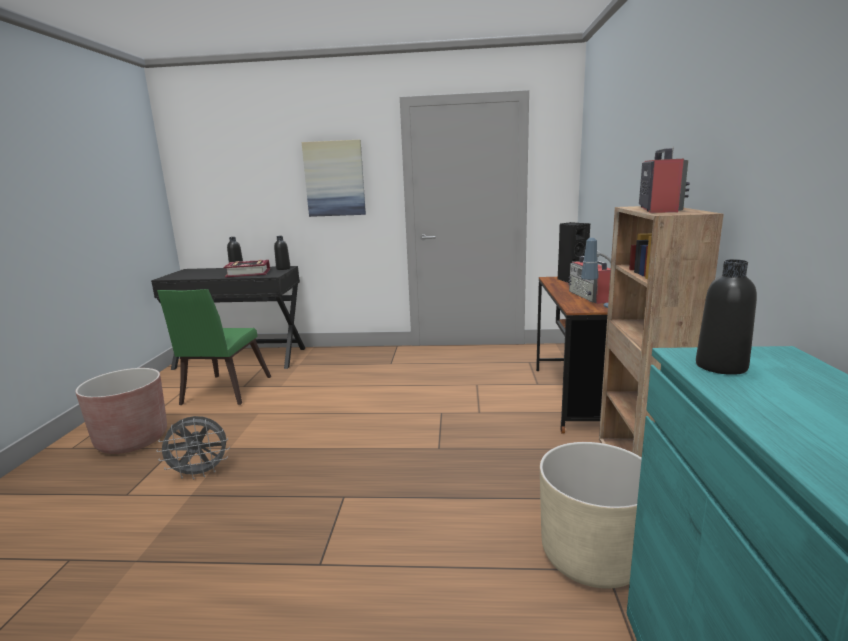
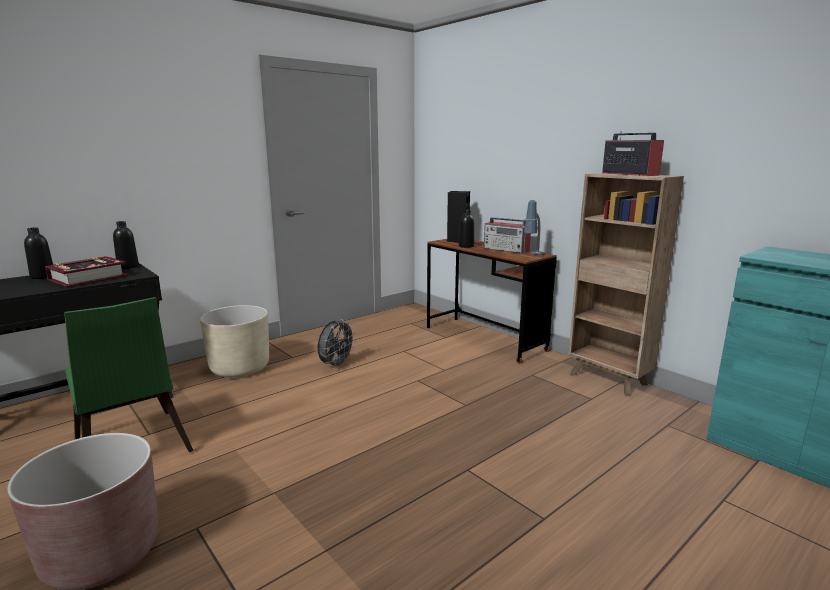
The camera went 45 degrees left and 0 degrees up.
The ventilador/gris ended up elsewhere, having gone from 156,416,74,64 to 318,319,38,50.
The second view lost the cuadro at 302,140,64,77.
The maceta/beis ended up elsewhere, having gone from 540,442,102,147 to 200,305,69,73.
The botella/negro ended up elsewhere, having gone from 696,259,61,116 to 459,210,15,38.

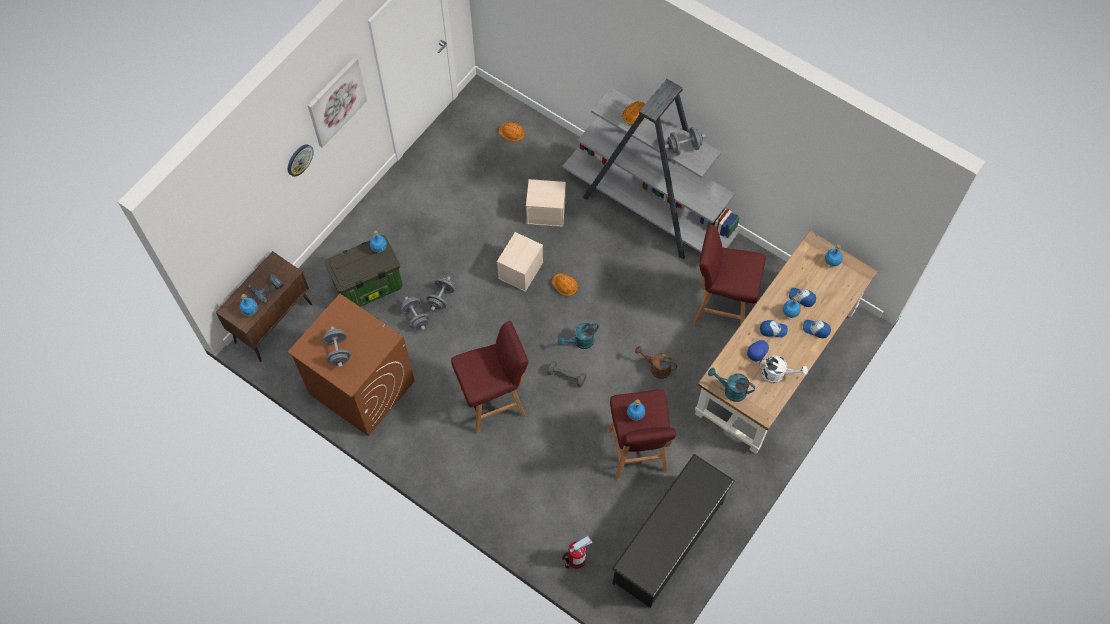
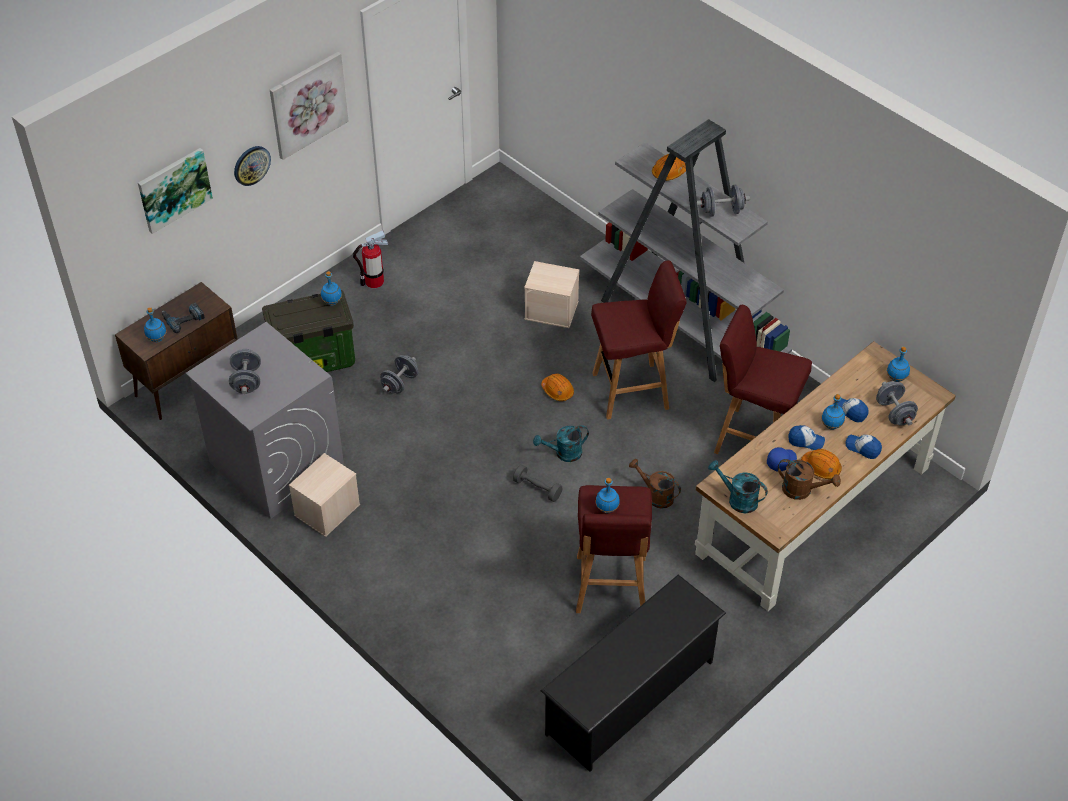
The camera went 10 degrees right and 15 degrees down.
What was the lavadora/marrón at 288,294,127,142 turned into the lavadora/gris at 186,322,158,197.
The mancuerna/gris ended up elsewhere, having gone from 400,297,30,34 to 876,381,42,44.
The taburete/rojo ended up elsewhere, having gone from 451,321,78,113 to 591,260,96,159.
The caja de almacenaje/beis ended up elsewhere, having gone from 497,232,46,60 to 289,453,71,84.
The casco/naranja ended up elsewhere, having gone from 499,122,26,20 to 801,449,41,30.
The extintor ended up elsewhere, having gone from 562,536,31,33 to 353,230,35,58.
What was the regadera/blanco at 759,356,49,27 turned into the regadera/marrón at 778,459,63,41.
The second view gained the cuadro at 138,148,75,86.

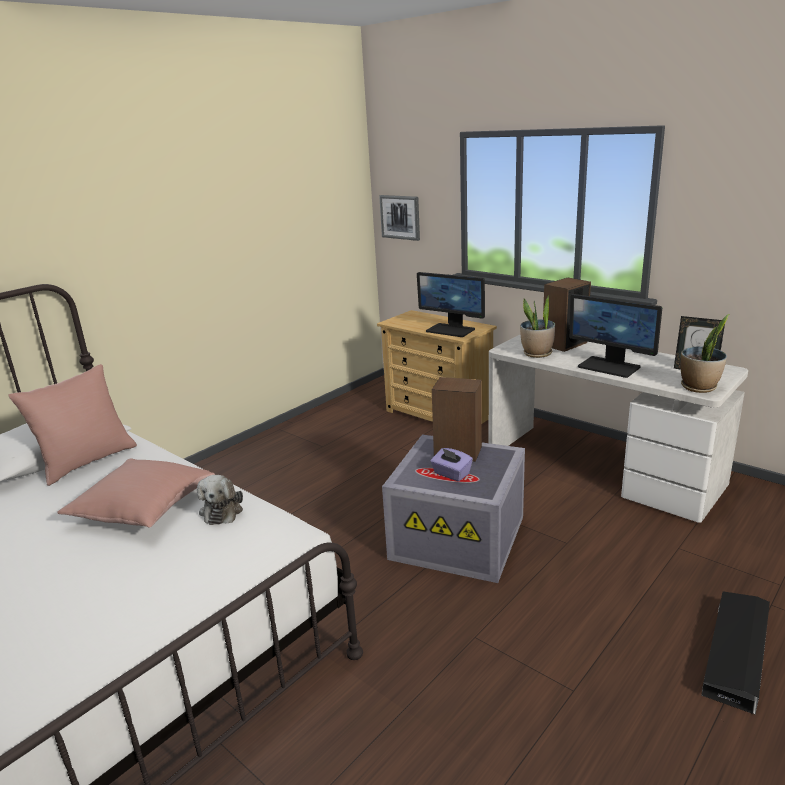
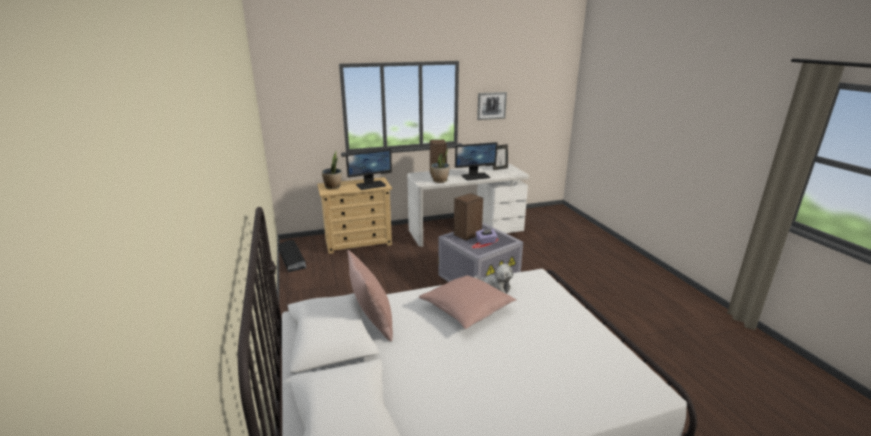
The camera went 60 degrees left and 0 degrees up.
The cuadro ended up elsewhere, having gone from 379,195,41,46 to 477,92,30,28.
The planta en maceta ended up elsewhere, having gone from 680,314,49,79 to 322,152,20,38.
The caja de almacenaje/negro ended up elsewhere, having gone from 701,591,69,124 to 278,240,28,32.

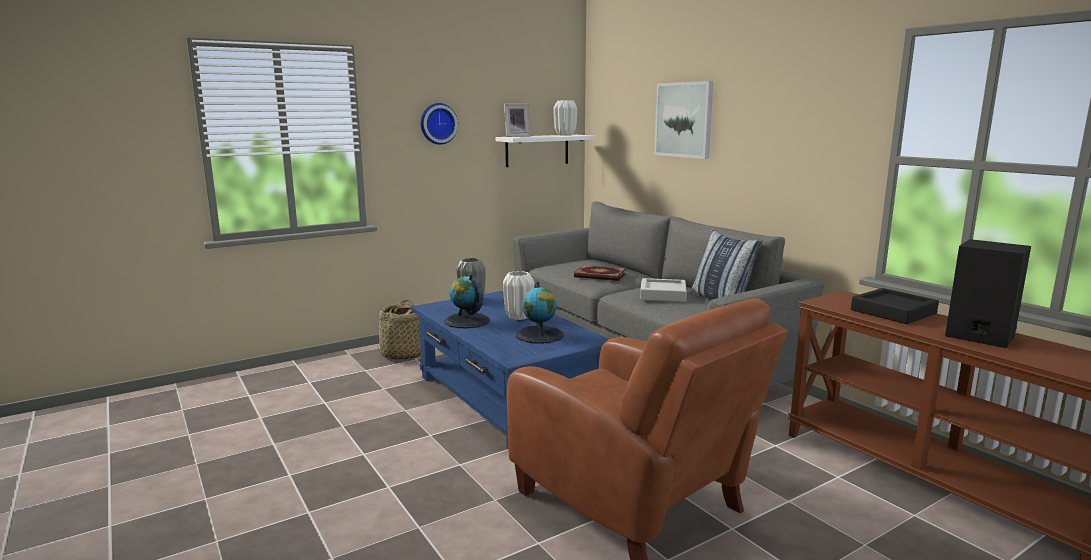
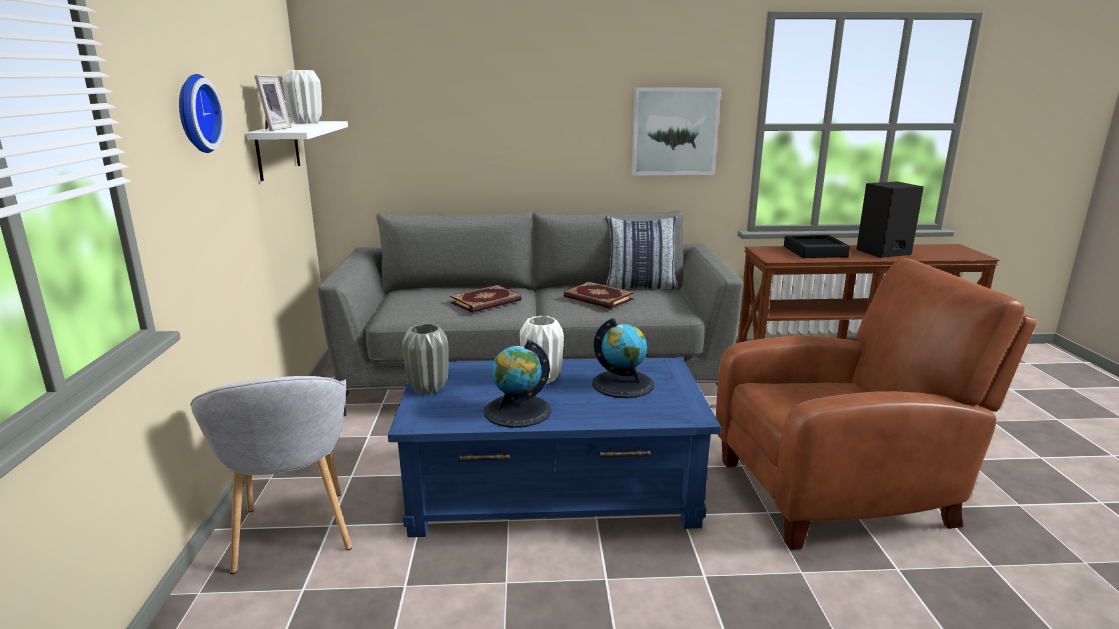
The camera went 60 degrees left and 5 degrees up.
Where the cesta stood at 377,300,44,60, the sillón/gris came to stand at 190,376,162,198.
Where the bandeja/gris stood at 640,278,47,24, the libro came to stand at 564,282,70,27.
The cuadro ended up elsewhere, having gone from 654,81,59,78 to 632,88,89,88.

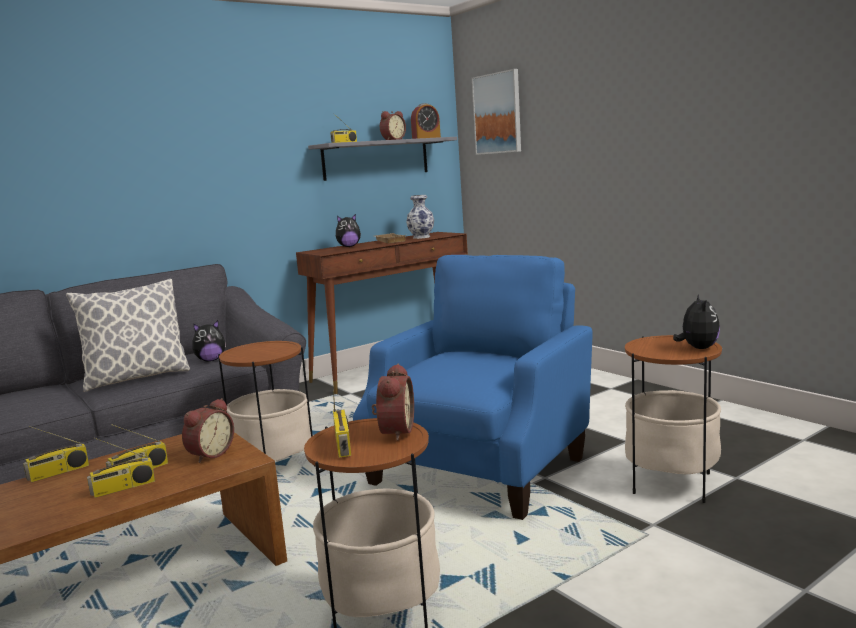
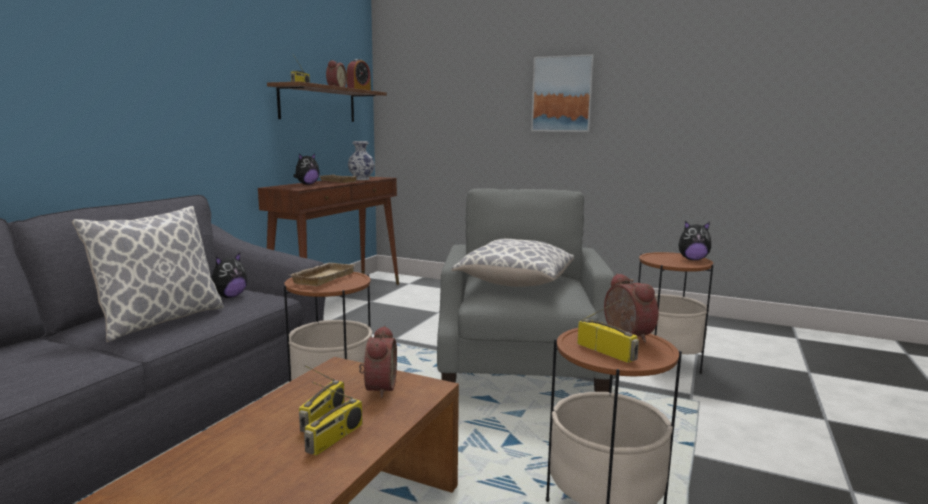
The camera went 30 degrees left and 0 degrees up.
The second view lost the radio at 23,426,66,56.
What was the estante/gris at 308,137,149,44 turned into the estante/marrón at 267,81,120,41.
What was the sillón/azul at 353,255,240,265 turned into the sillón/gris at 437,188,179,204.
The cuadro ended up elsewhere, having gone from 472,69,49,86 to 531,54,63,78.
The peluche at 673,294,47,55 ended up facing another way, 120 degrees clockwise from before.
The second view gained the bandeja/beis at 291,263,64,23.
The second view gained the cojín at 452,239,122,48.

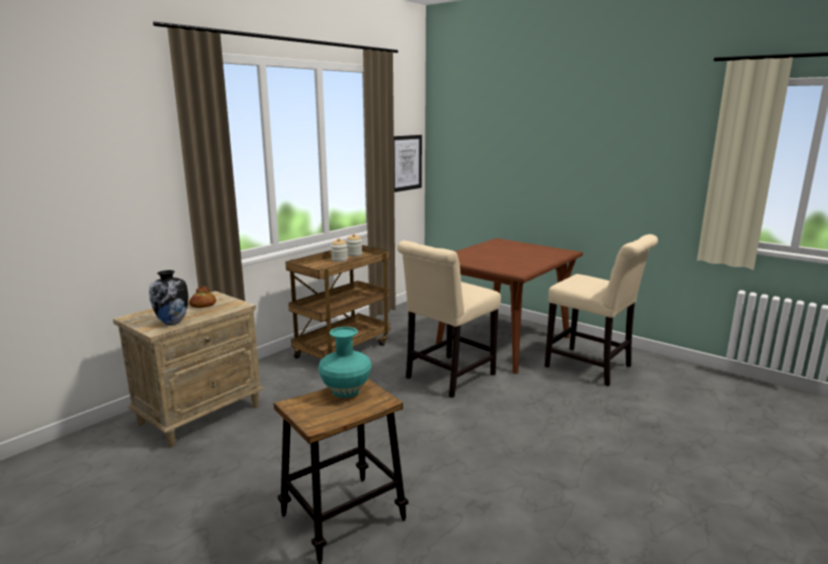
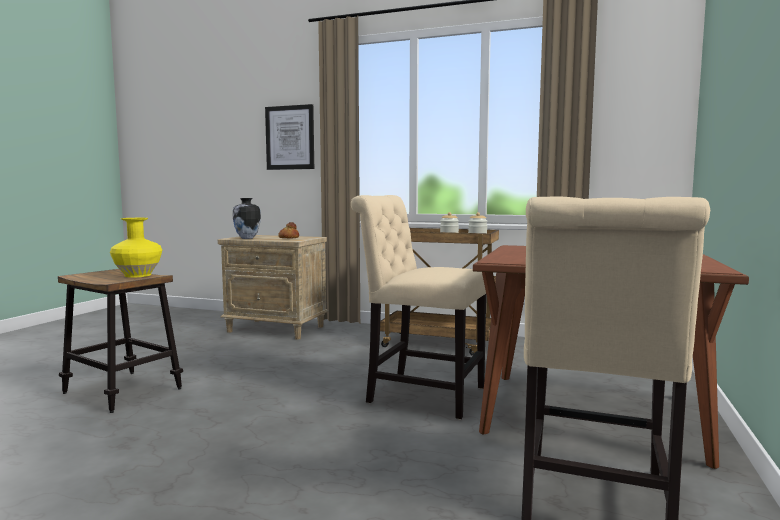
The camera went 70 degrees right and 10 degrees down.
What was the florero/turquesa at 318,327,54,71 turned into the florero/amarillo at 110,218,52,60.
The cuadro ended up elsewhere, having gone from 394,135,28,57 to 265,104,49,66.

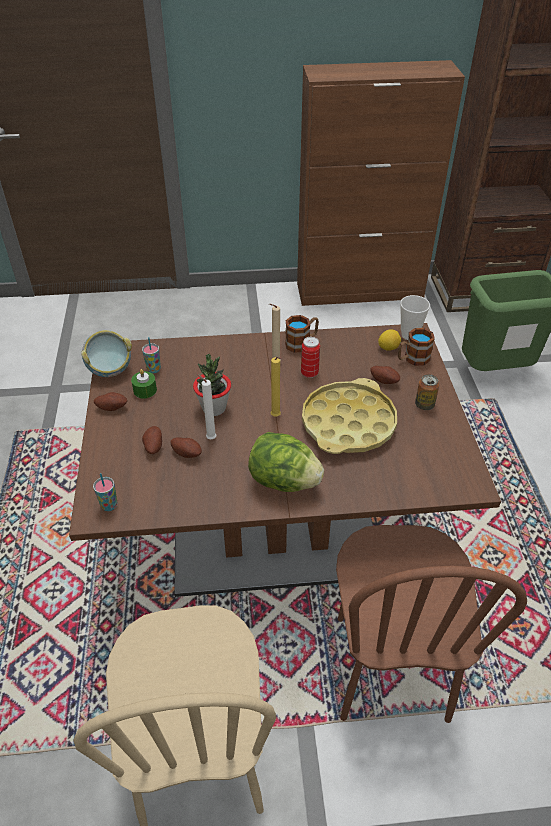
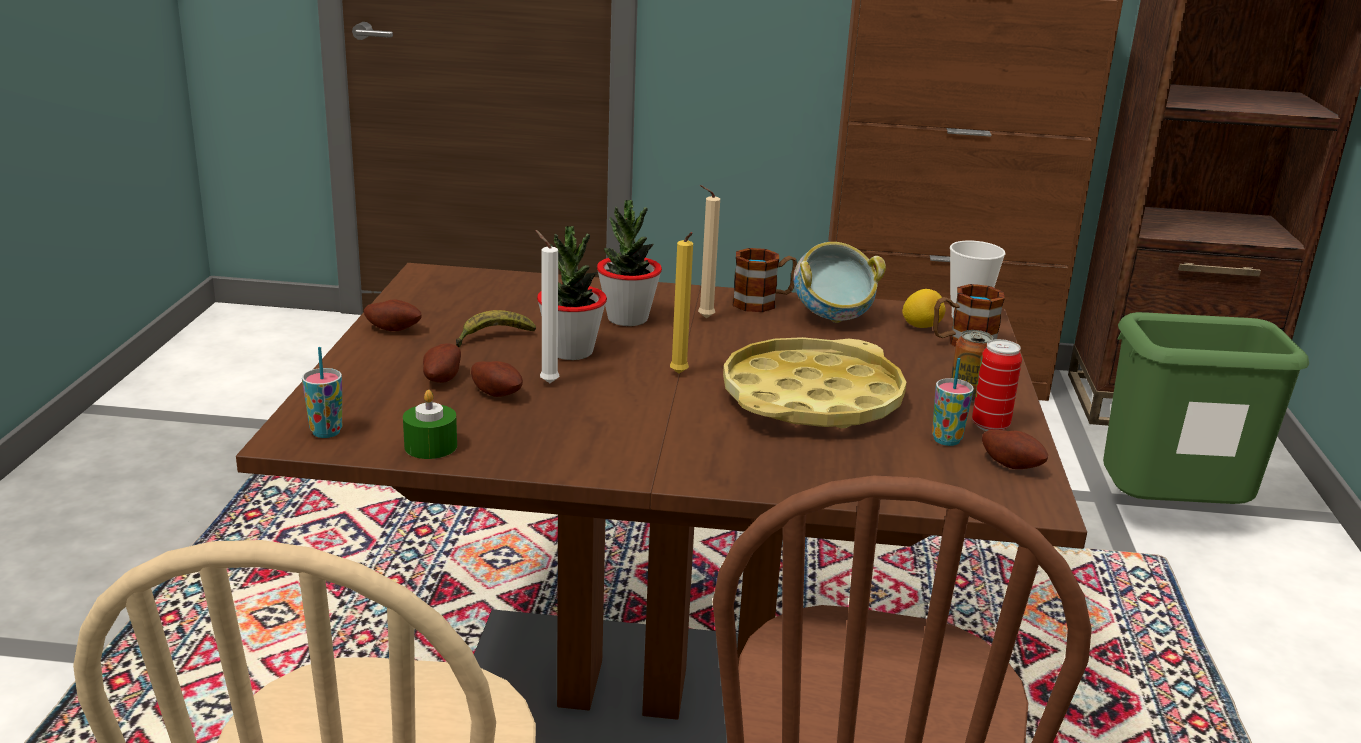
The camera went 10 degrees right and 20 degrees down.
The cuenco ended up elsewhere, having gone from 81,330,51,47 to 794,242,92,81.
The vela/verde ended up elsewhere, having gone from 131,369,26,30 to 403,390,54,69.
The taza ended up elsewhere, having gone from 142,337,19,36 to 932,358,42,88.
The second view lost the lechuga at 248,432,76,60.
The lata ended up elsewhere, having gone from 301,337,19,41 to 972,339,50,92.
The patata ended up elsewhere, having gone from 371,366,29,18 to 982,430,66,39.
The second view gained the plátano at 456,310,80,37.
The second view gained the planta en maceta at 597,200,65,126.

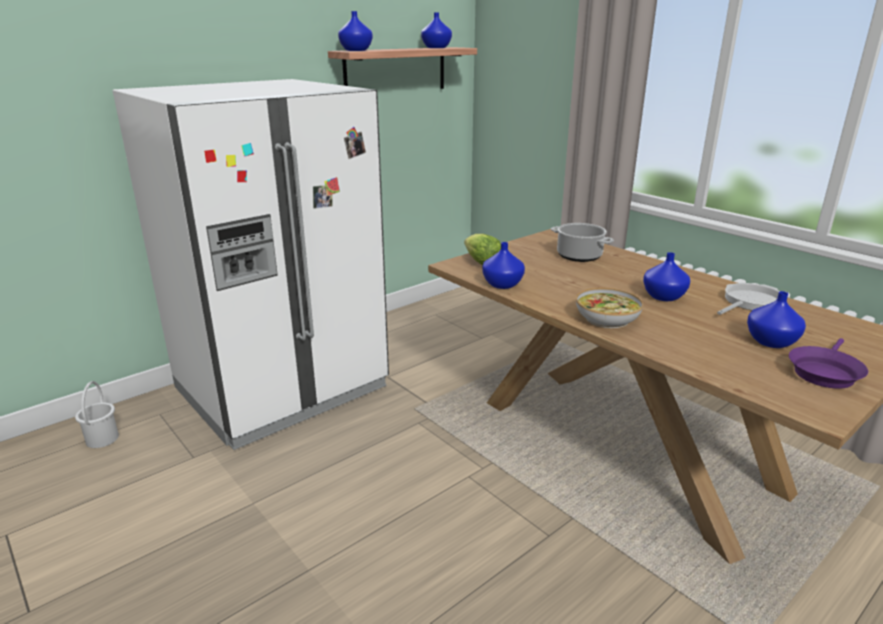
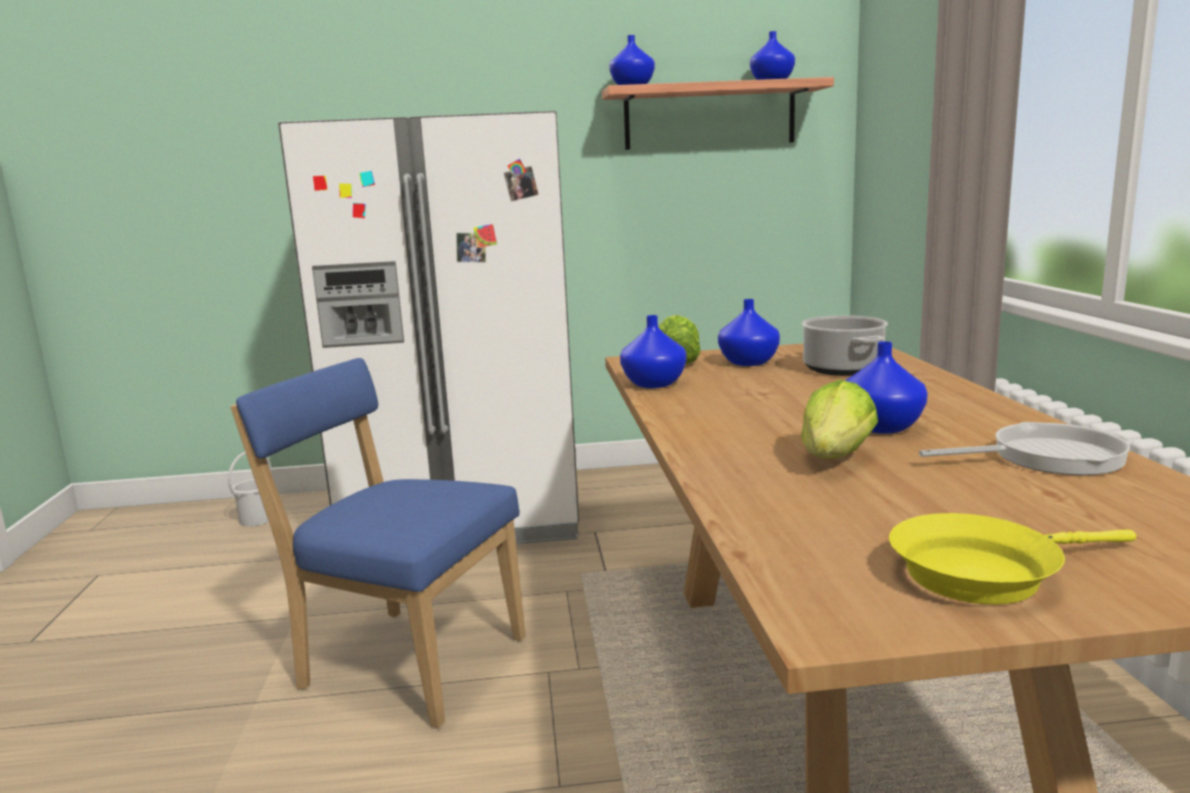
The camera went 35 degrees right and 10 degrees down.
The second view lost the cuenco at 576,288,67,40.
The florero/azul ended up elsewhere, having gone from 747,291,59,57 to 718,299,62,67.
What was the sartén/morado at 789,338,79,51 turned into the sartén/amarillo at 889,513,248,92.
The second view gained the silla/azul at 231,358,295,370.
The second view gained the lechuga at 801,380,77,79.

